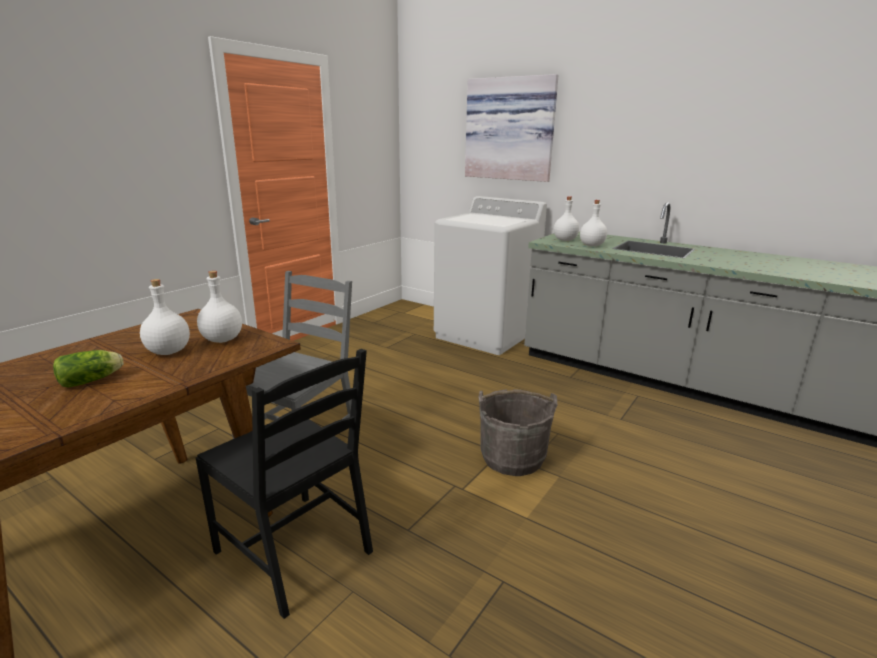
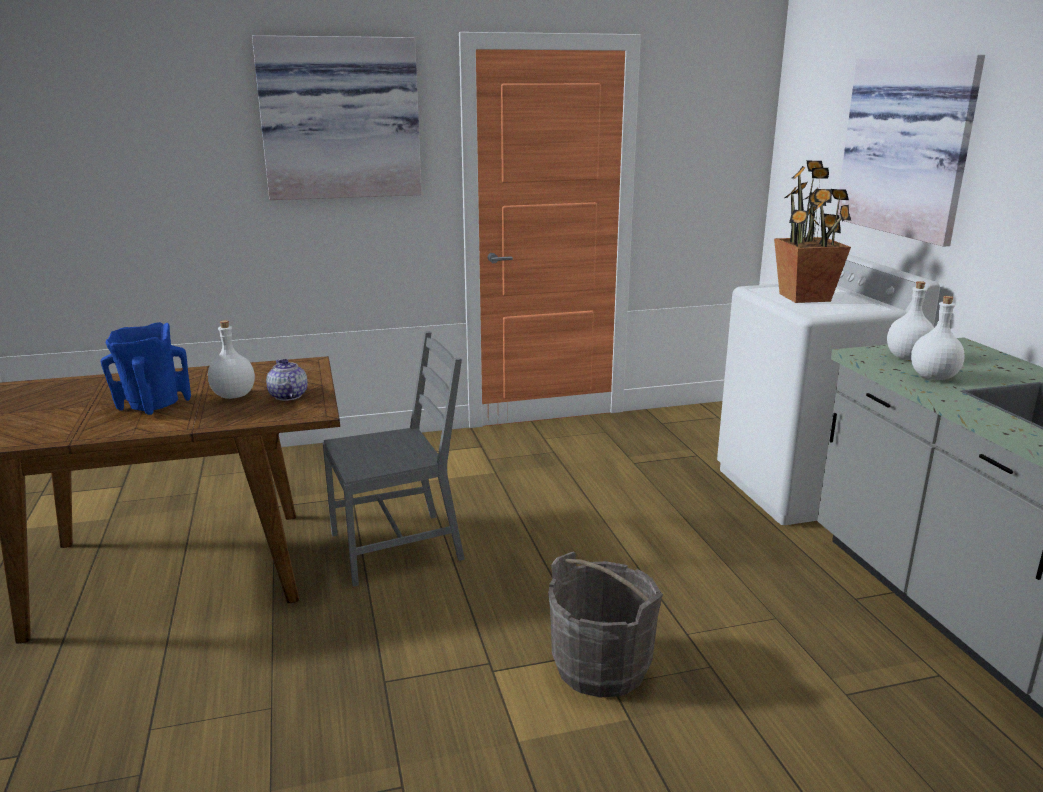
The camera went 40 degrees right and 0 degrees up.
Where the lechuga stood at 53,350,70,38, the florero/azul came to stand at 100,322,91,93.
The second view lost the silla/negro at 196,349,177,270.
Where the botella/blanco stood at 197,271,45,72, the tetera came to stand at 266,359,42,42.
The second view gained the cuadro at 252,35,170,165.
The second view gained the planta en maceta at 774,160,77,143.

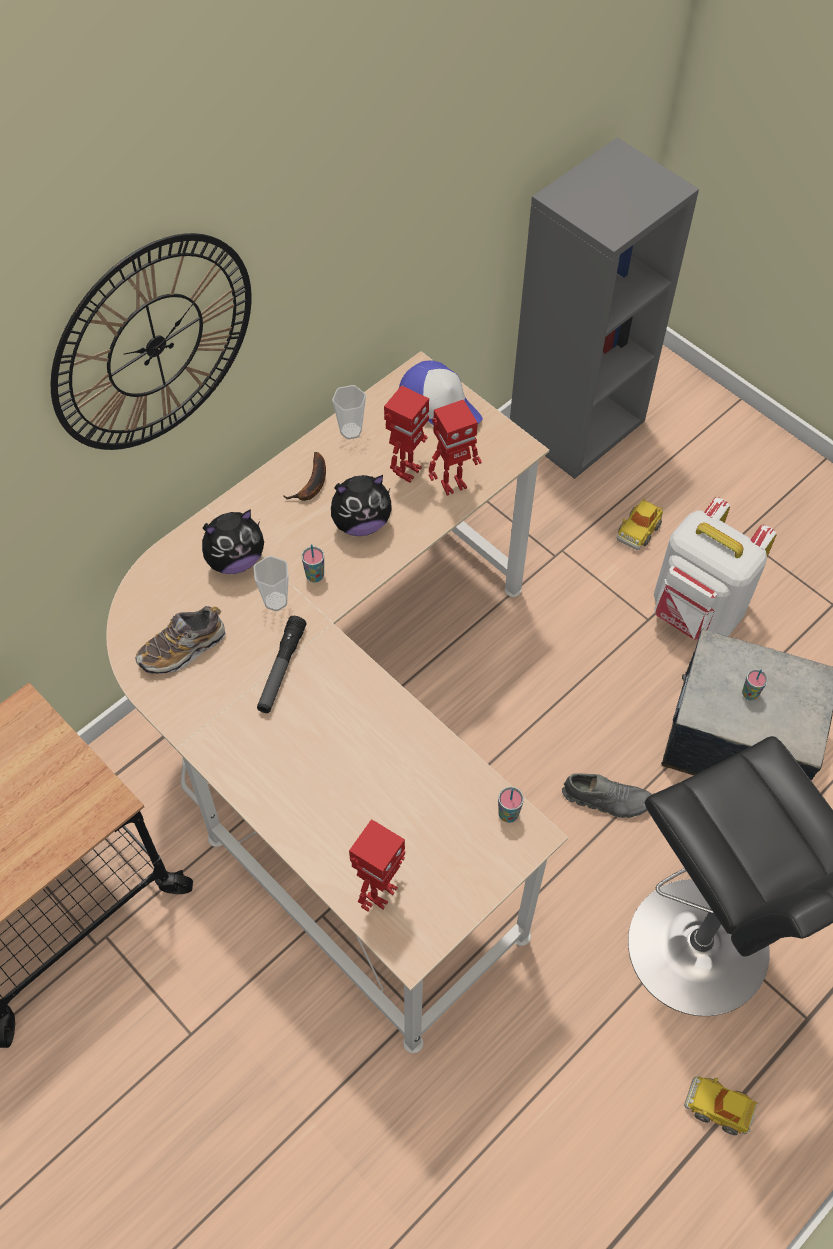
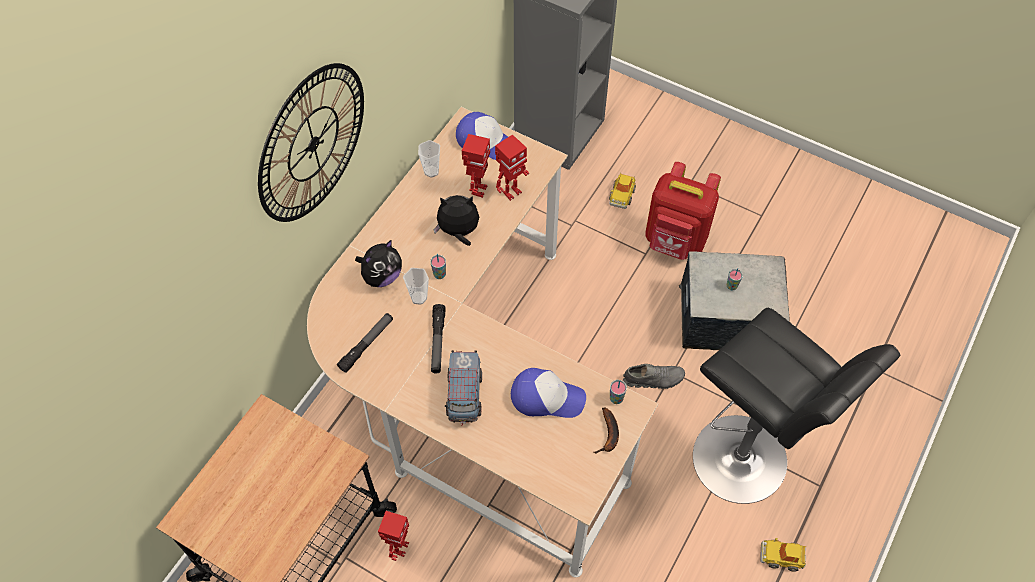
The camera went 15 degrees left and 0 degrees up.
Where the zapato stood at 136,606,90,68, the linterna came to stand at 337,313,56,60.
The plátano ended up elsewhere, having gone from 283,452,43,49 to 593,408,26,46.
The peluche at 331,475,61,61 ended up facing another way, 150 degrees counterclockwise from before.
The robot de juguete ended up elsewhere, having gone from 349,819,56,93 to 378,511,31,50.
What was the mochila/blanco at 654,497,123,143 turned into the mochila/rojo at 645,162,76,98.
The second view gained the camión de juguete at 445,350,37,76.
The second view gained the gorra at 511,368,75,50.

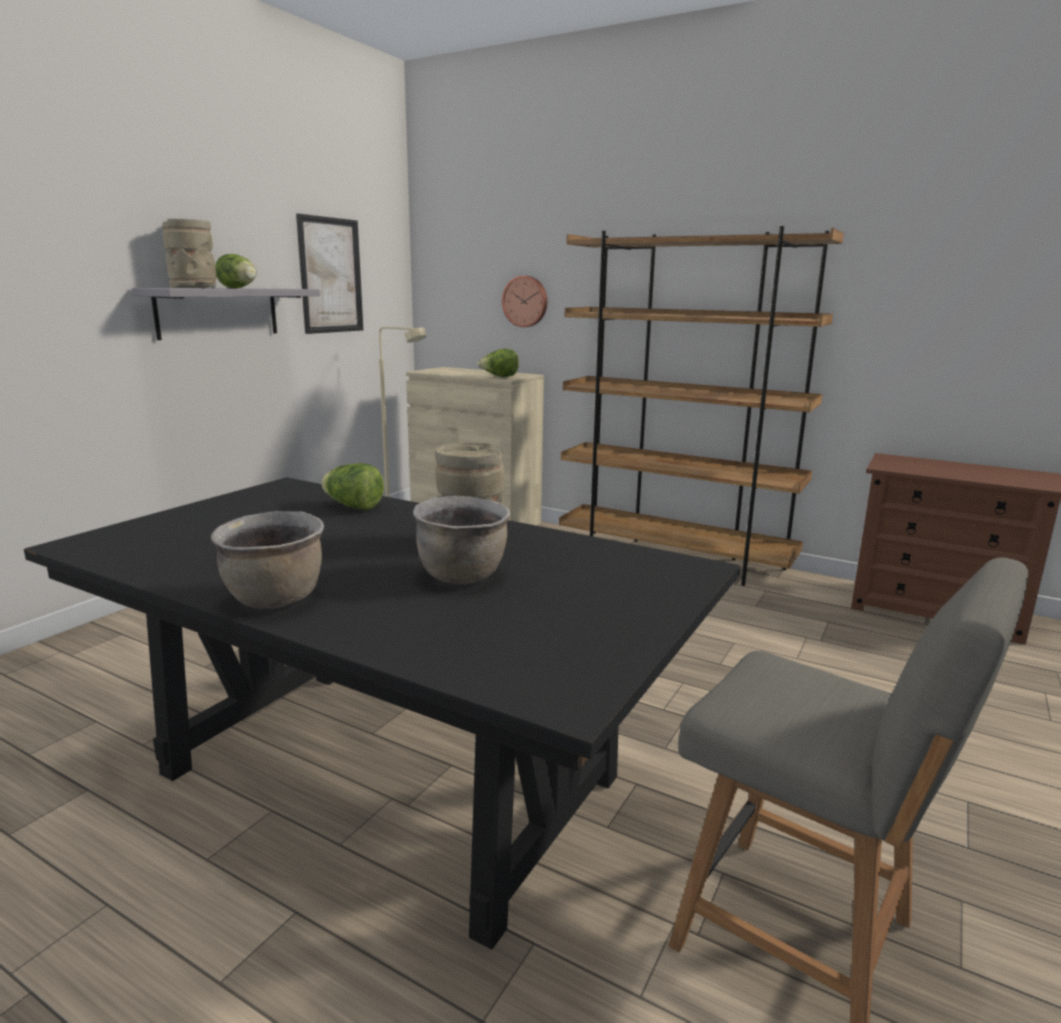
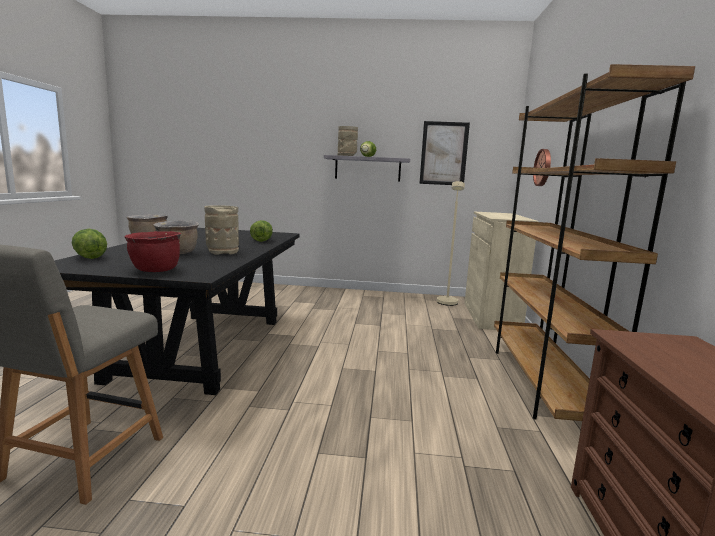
The camera went 65 degrees right and 5 degrees down.
The lechuga ended up elsewhere, having gone from 477,349,42,28 to 72,229,35,30.
The second view gained the olla/rojo at 124,231,57,41.

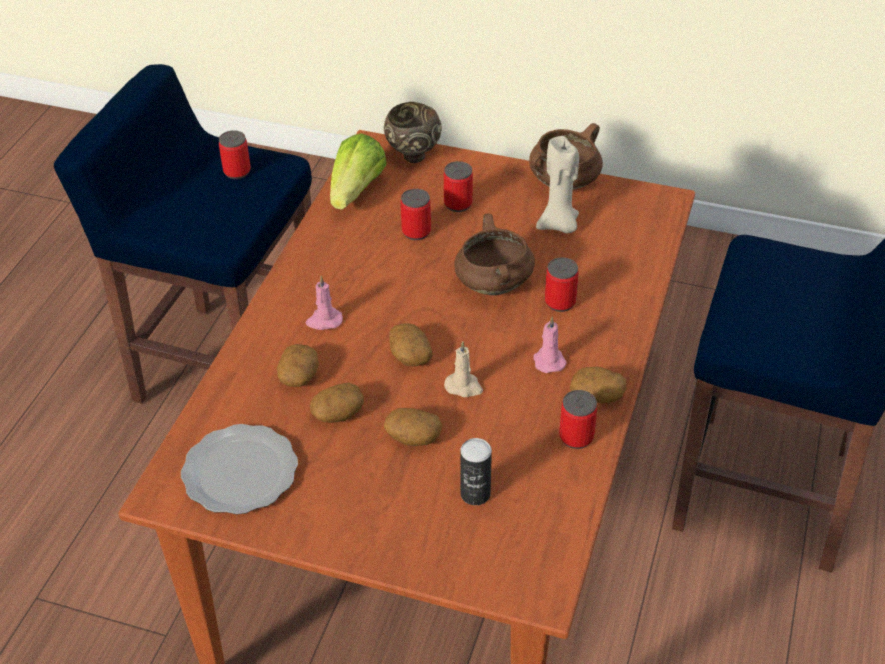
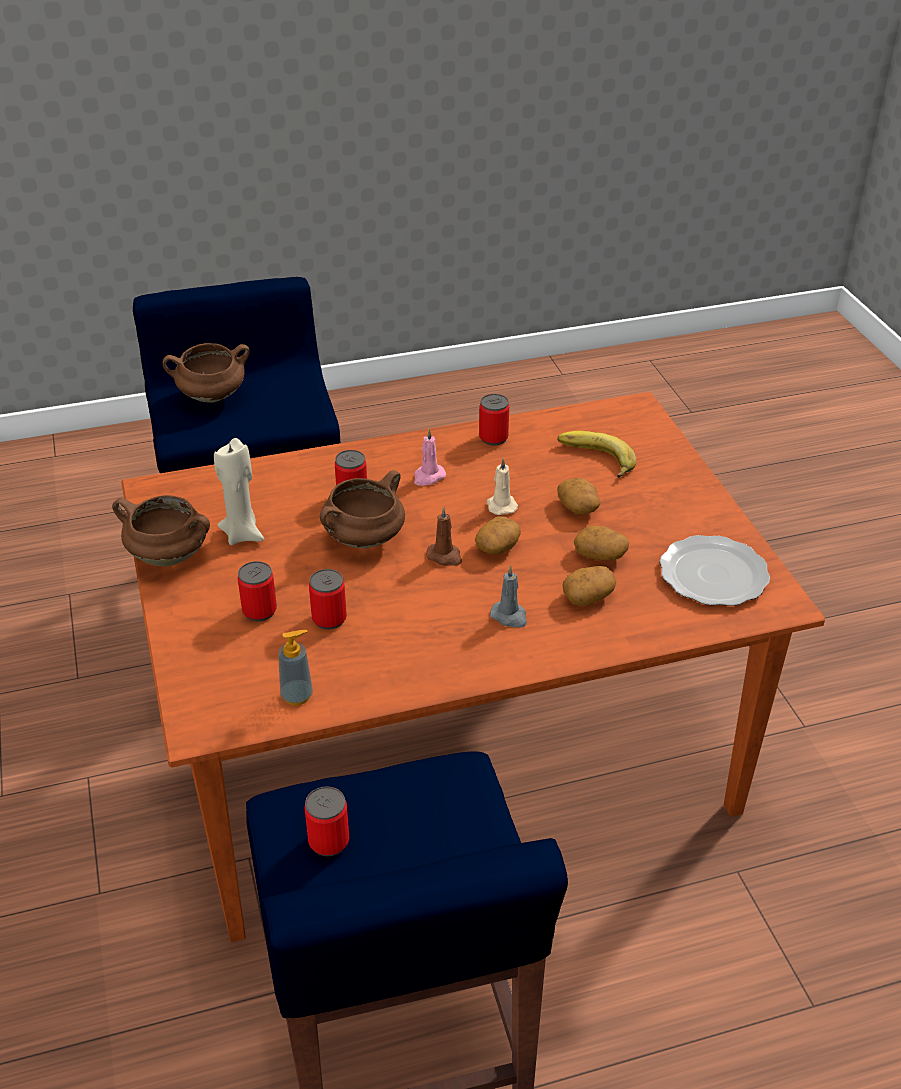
The camera went 125 degrees left and 5 degrees down.
What was the vela/rosa at 306,276,37,54 turned into the vela/gris at 490,565,37,63.
Where the lechuga stood at 330,133,56,77, the dispensador de jabón came to stand at 278,630,35,76.
The second view lost the cuenco/marrón at 384,102,57,61.
Where the lata stood at 460,438,32,67, the plátano came to stand at 558,431,79,47.
The second view lost the patata at 570,367,56,36.
The second view gained the olla/marrón at 162,343,88,60.
The second view gained the vela/marrón at 426,506,36,60.

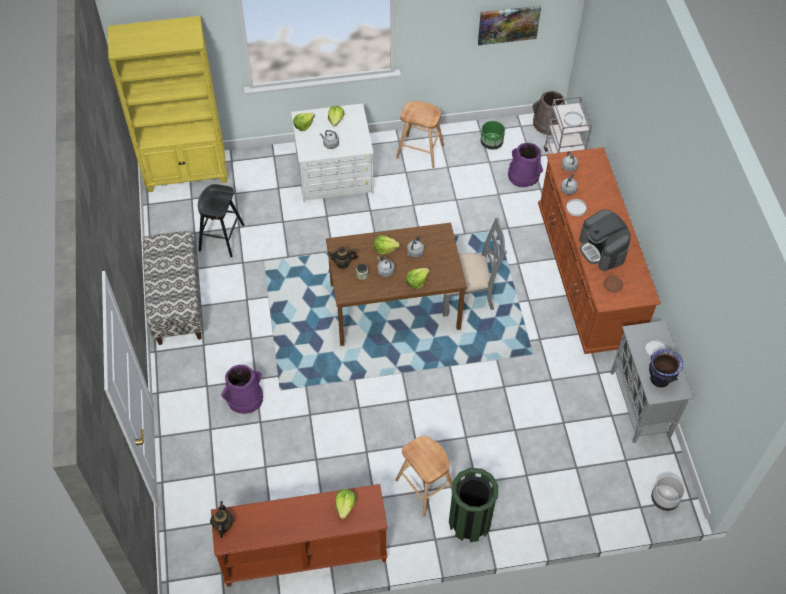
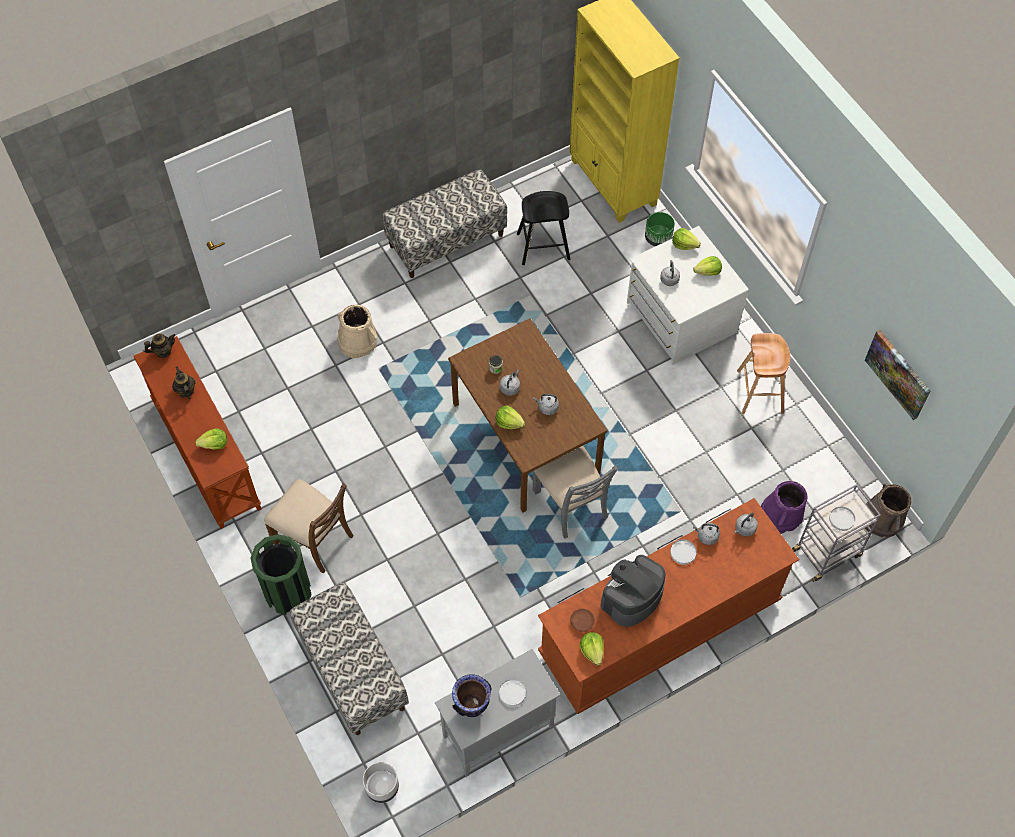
The camera went 70 degrees right and 5 degrees up.
What was the cubo/morado at 221,365,42,49 turned into the cubo/beis at 337,305,40,53.
The tetera ended up elsewhere, having gone from 328,247,30,22 to 172,366,23,34.
The lechuga ended up elsewhere, having gone from 374,235,26,19 to 580,632,24,34.
Where the taburete/marrón stood at 395,436,57,81, the silla/marrón came to stand at 264,479,90,95.
The maceta/verde ended up elsewhere, having gone from 481,121,24,29 to 645,212,30,34.
The second view gained the banco at 290,582,119,153.

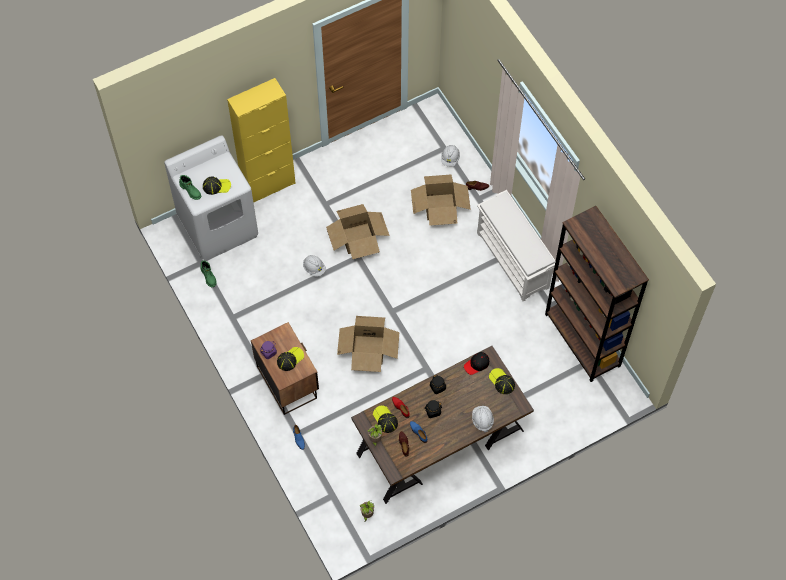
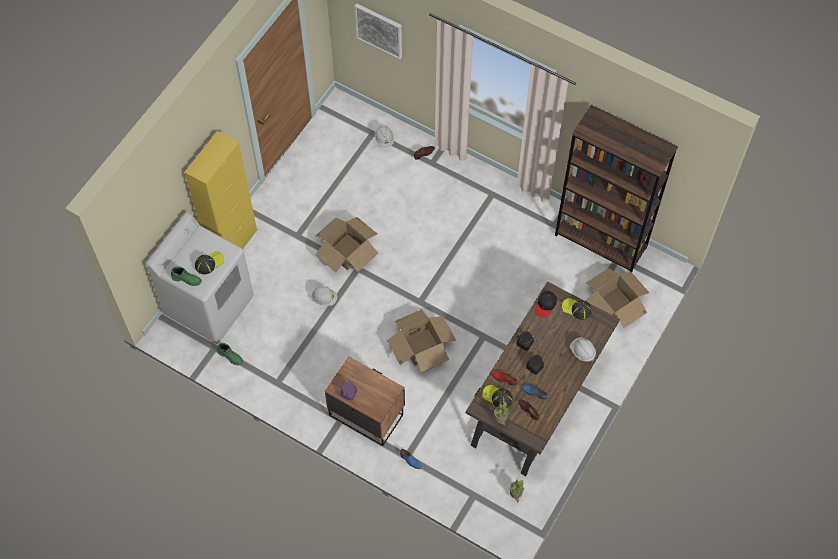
The camera went 30 degrees left and 0 degrees up.
The second view lost the gorra at 277,347,27,24.
The caja de cartón ended up elsewhere, having gone from 411,175,60,51 to 585,268,64,60.
The second view lost the zapatero/blanco at 477,190,78,112.
The second view gained the cuadro at 355,3,47,56.

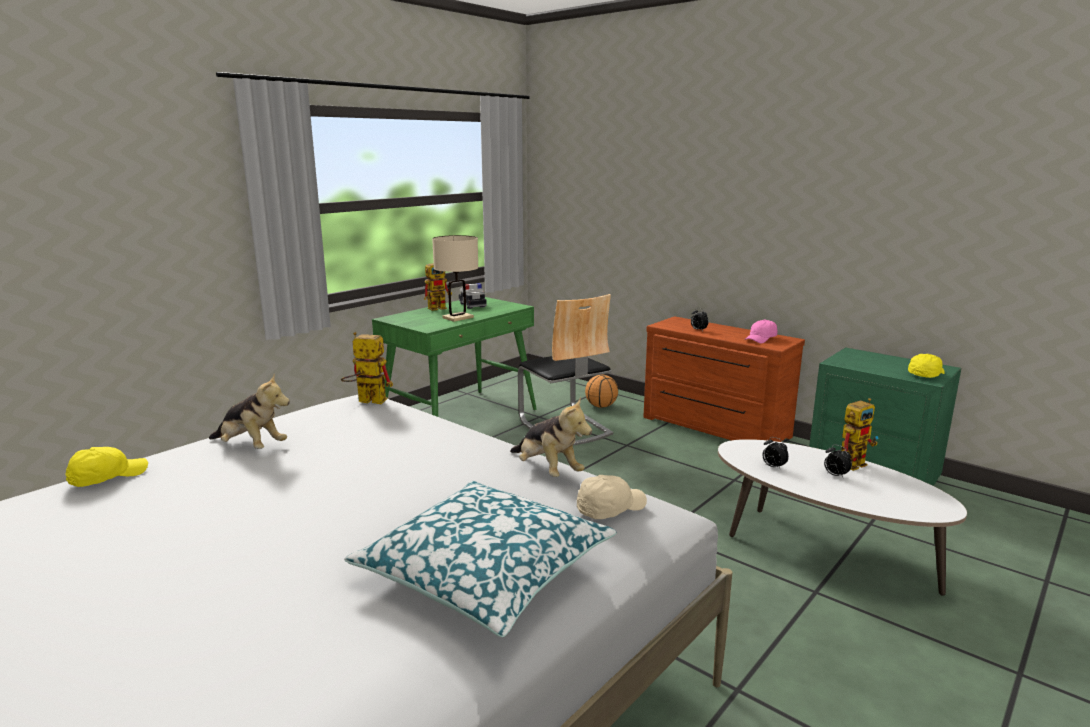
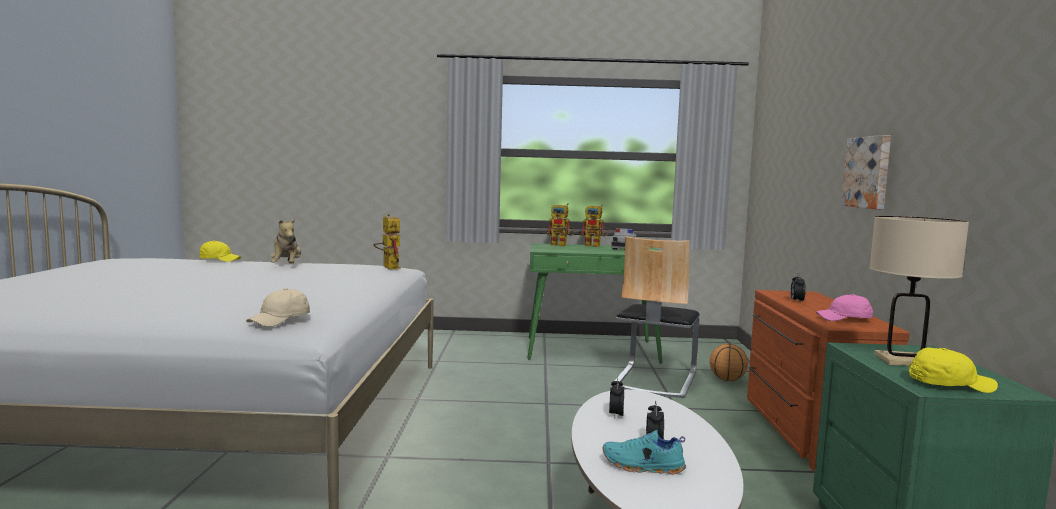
The camera went 50 degrees right and 10 degrees down.
The second view lost the cojín at 345,481,271,156.
The lámpara de mesa/beis ended up elsewhere, having gone from 432,235,47,87 to 869,216,100,150.
The second view lost the peluche at 510,397,82,80.
The gorra/beis at 577,475,70,44 ended up facing another way, 105 degrees clockwise from before.
The robot de juguete ended up elsewhere, having gone from 841,398,37,73 to 546,203,30,43.
The second view gained the zapato/turquesa at 603,430,83,45.
The second view gained the cuadro at 841,135,50,75.

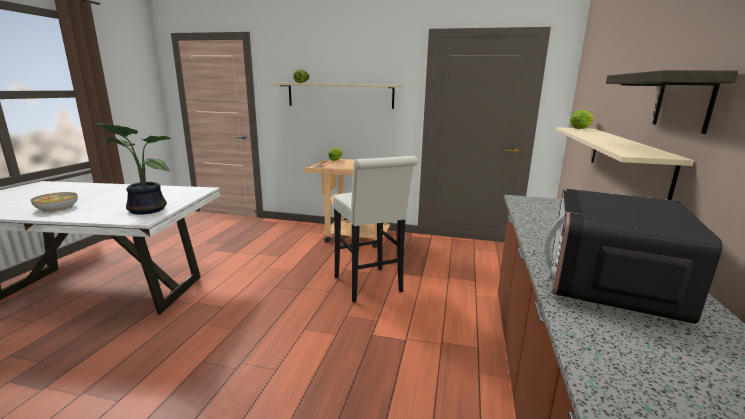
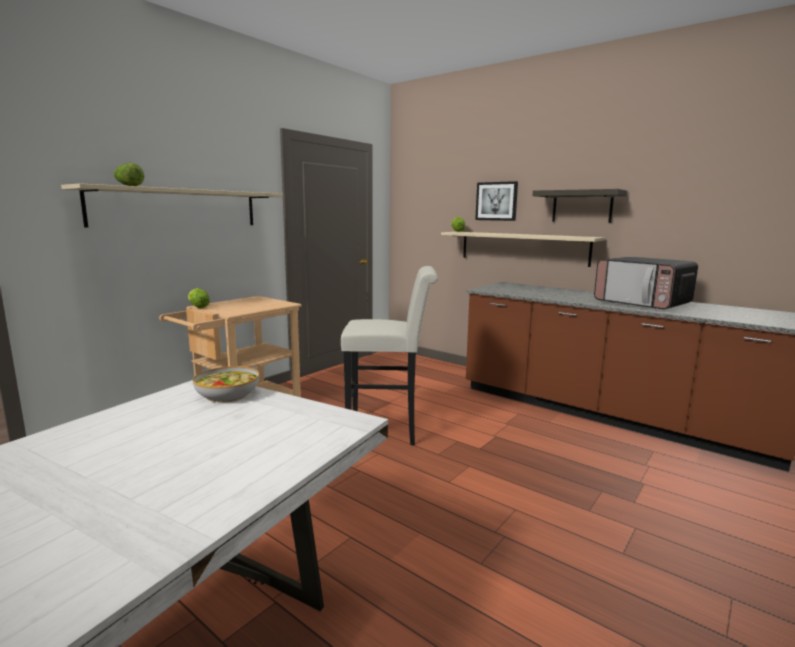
The camera went 65 degrees left and 5 degrees down.
The cuenco ended up elsewhere, having gone from 30,192,48,20 to 193,366,67,37.
The second view lost the planta en maceta at 96,123,75,92.
The second view gained the cuadro at 475,181,43,40.

